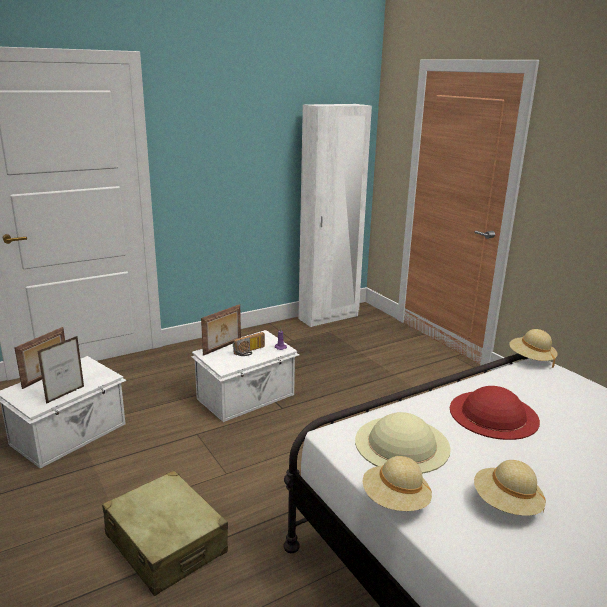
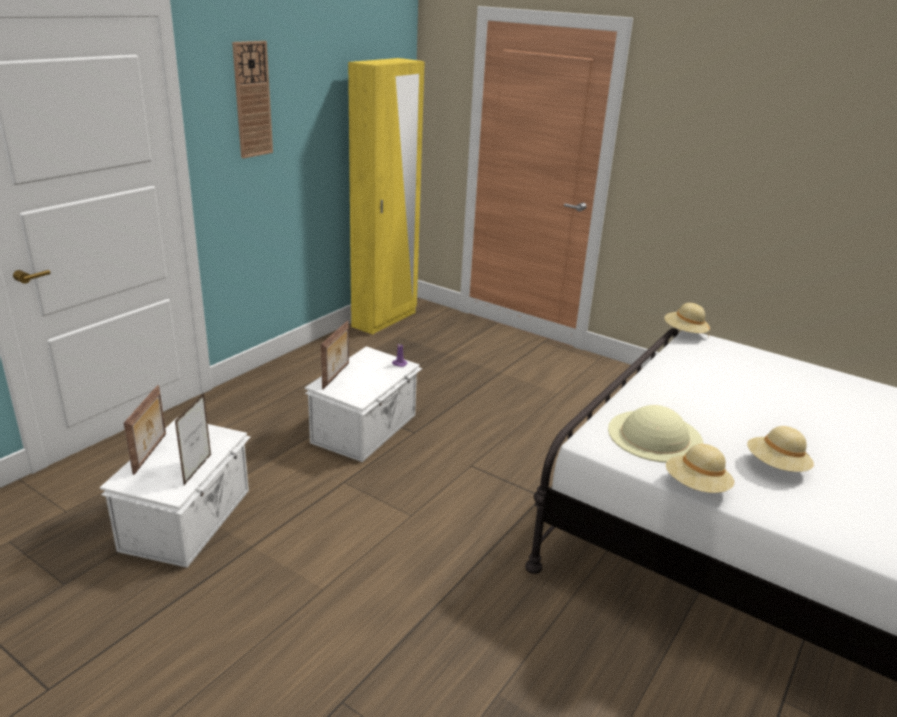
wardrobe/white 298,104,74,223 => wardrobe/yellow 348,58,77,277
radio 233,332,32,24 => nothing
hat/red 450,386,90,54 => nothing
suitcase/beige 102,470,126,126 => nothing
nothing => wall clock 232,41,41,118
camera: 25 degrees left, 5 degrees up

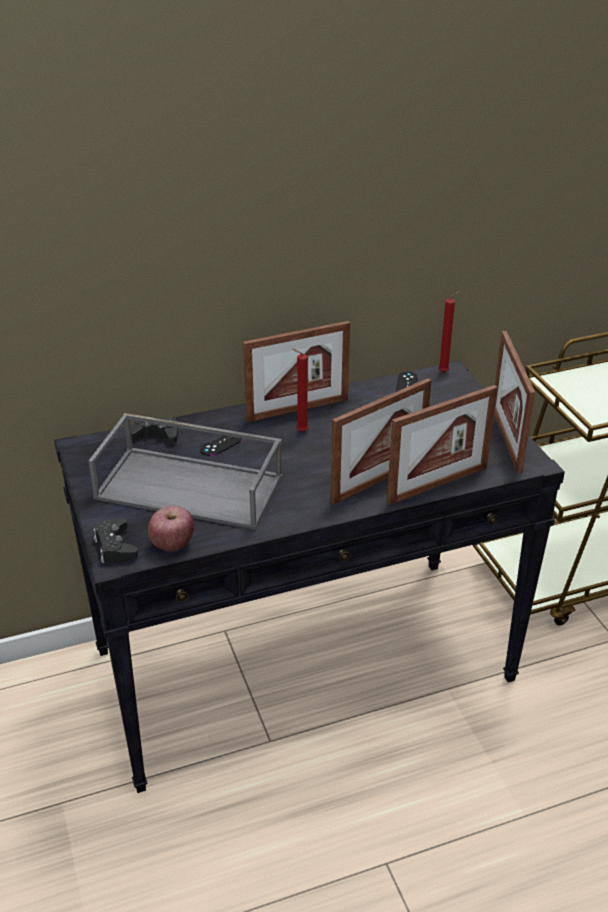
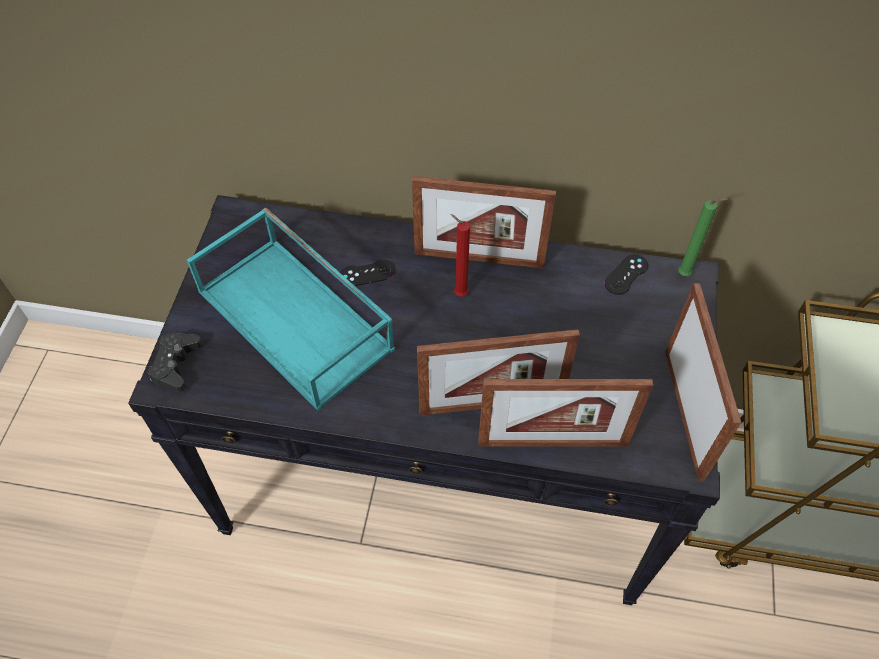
candle/red 438,291,23,82 => candle/green 678,198,50,78
picture frame 494,331,41,142 => picture frame 665,283,76,198, 150 degrees clockwise
tray/grey 88,413,194,117 => tray/turquoise 187,207,208,204
game controller/black 131,415,47,29 => nothing
apple 148,506,46,46 => nothing
camera: 30 degrees right, 20 degrees up

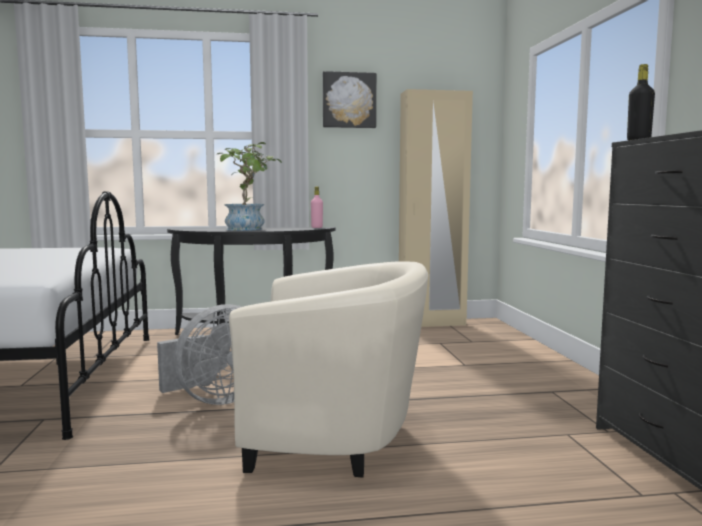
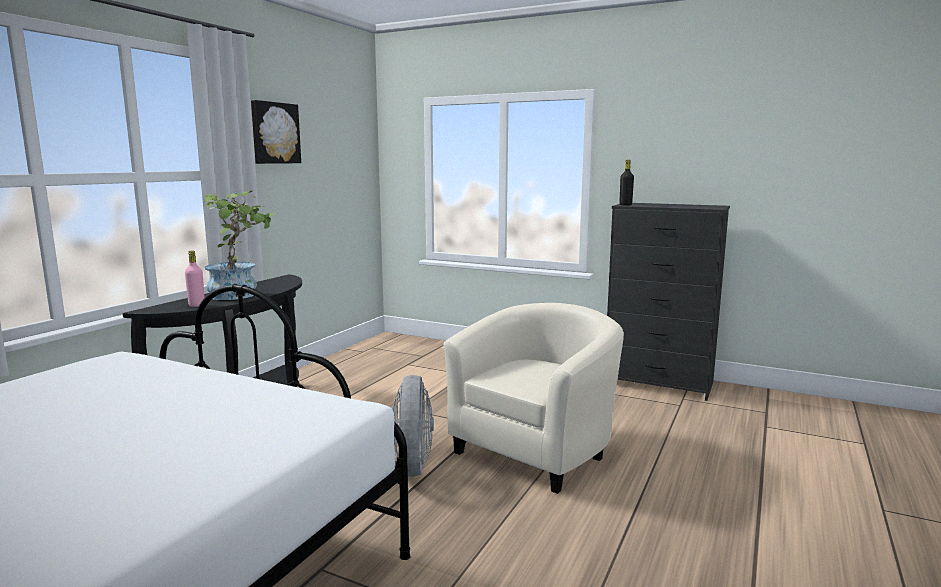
wardrobe/beige 399,89,74,238 => nothing
bottle/pink 311,186,12,42 => bottle/pink 185,251,20,56, move
camera: 55 degrees left, 5 degrees up

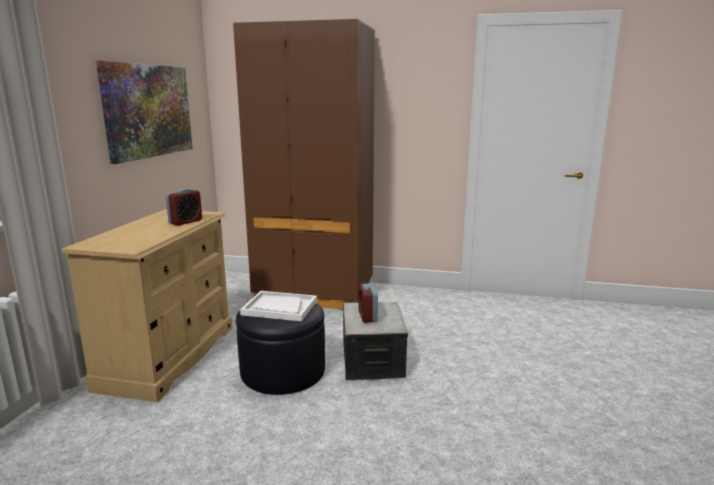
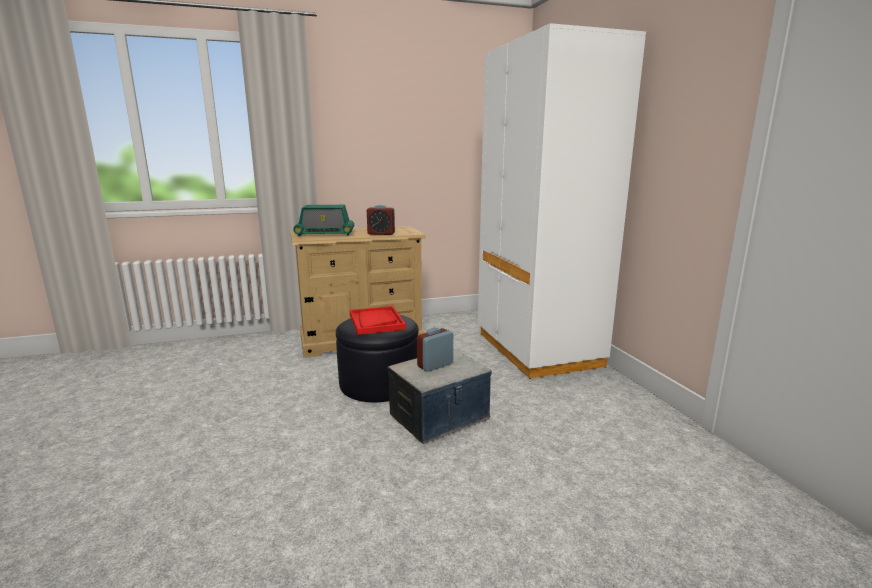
wardrobe/brown 233,19,142,290 => wardrobe/white 478,23,168,356
picture 96,60,97,104 => nothing
tray/white 240,291,77,31 => tray/red 350,306,56,29
nothing => radio 293,205,61,31
camera: 60 degrees right, 0 degrees up

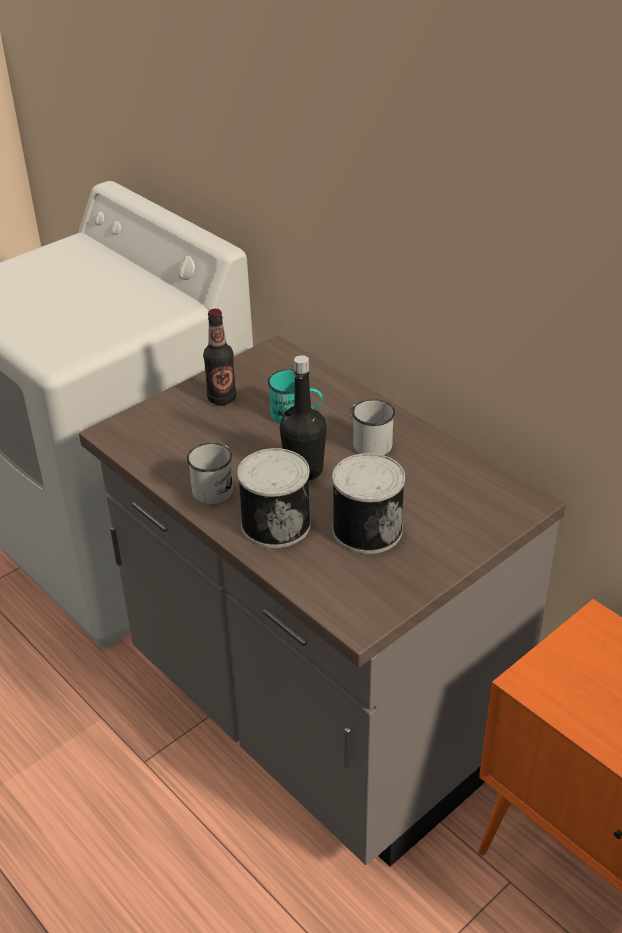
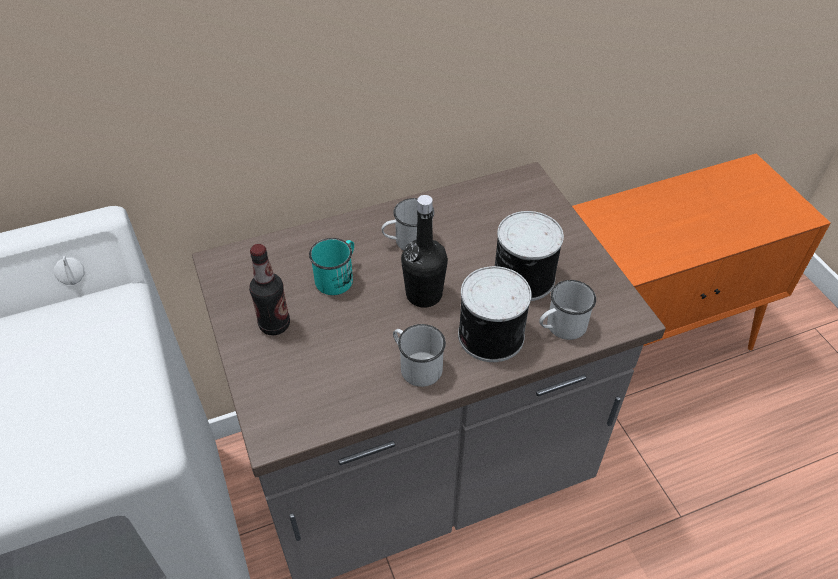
nothing => mug/white 539,280,57,60
camera: 70 degrees left, 10 degrees up

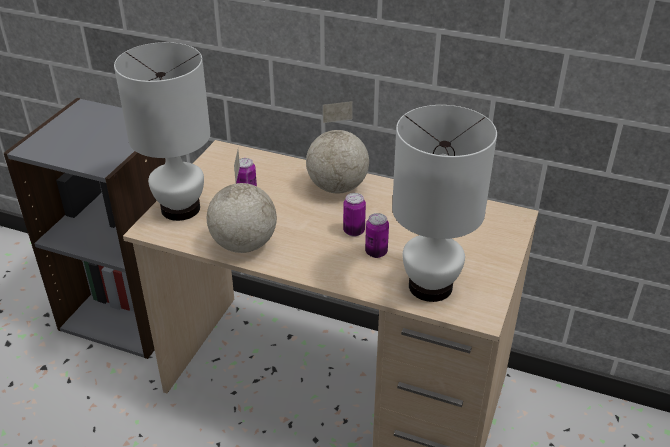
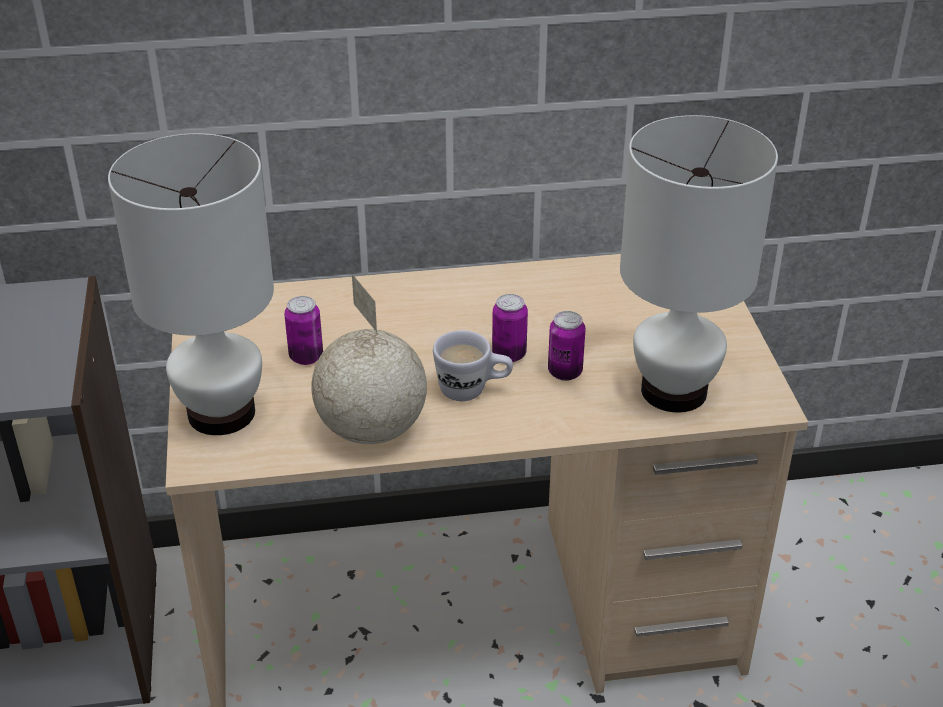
globe 306,101,63,92 => nothing
nothing => mug/white 433,330,80,71
camera: 30 degrees left, 0 degrees up

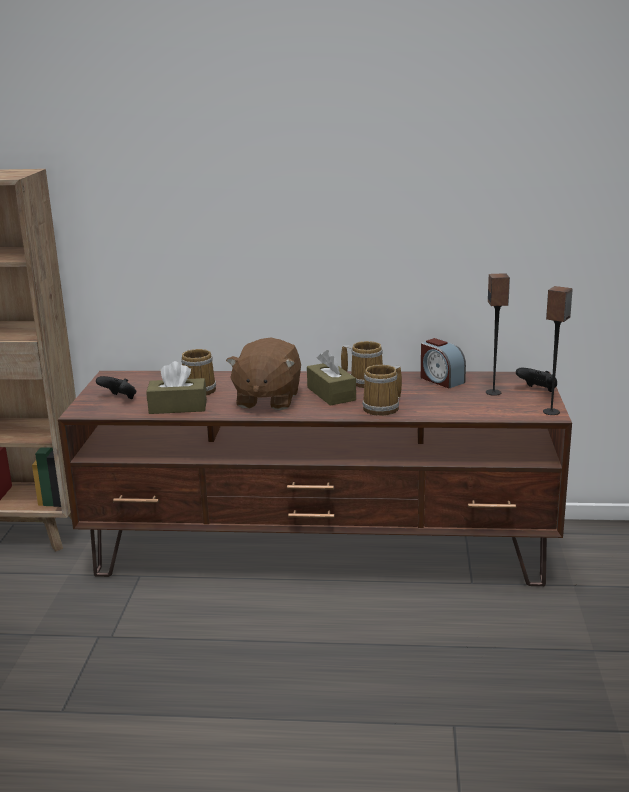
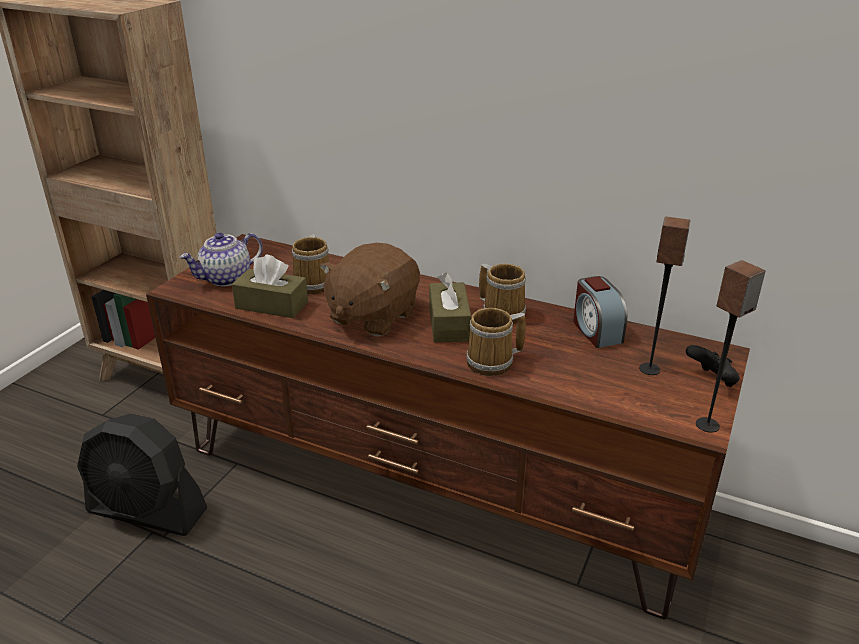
game controller/black 96,376,40,23 => teapot 179,232,84,54
nothing => fan/black 77,414,130,122
camera: 20 degrees right, 10 degrees up

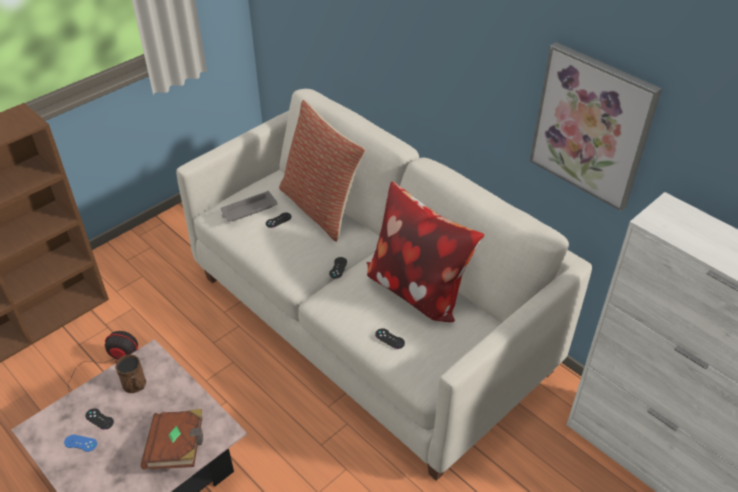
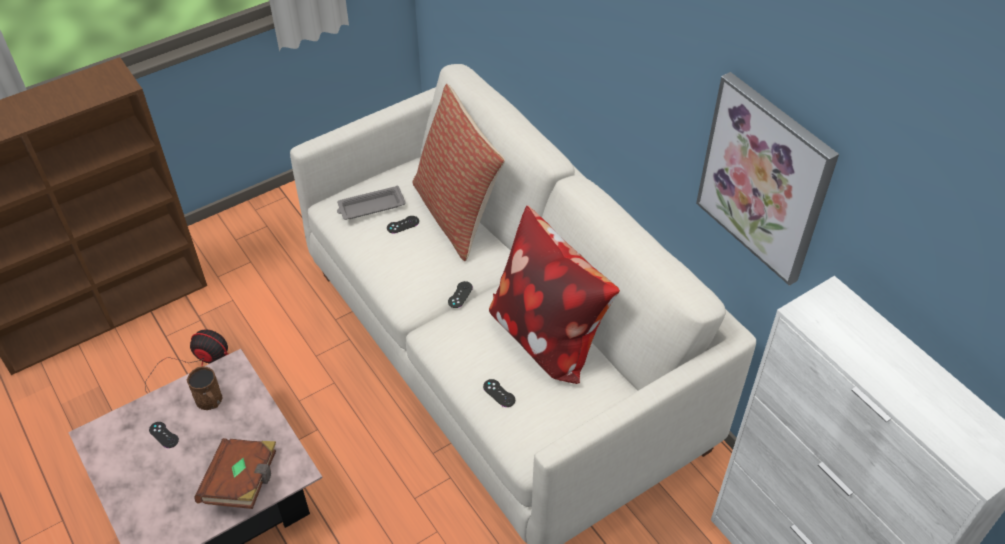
game controller/blue 64,435,33,17 => nothing
camera: 10 degrees right, 5 degrees up

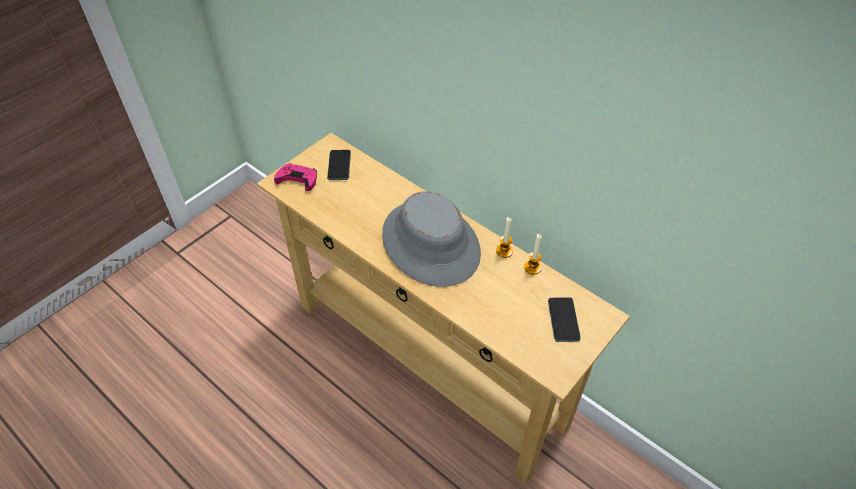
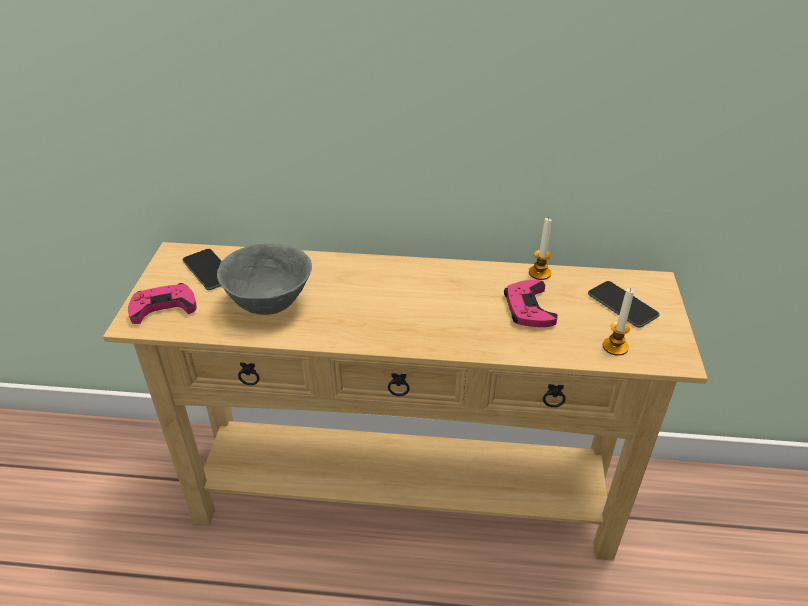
hat/grey 382,191,99,96 => nothing
candle 496,217,17,41 => candle 603,288,31,68, move
nothing => bowl/grey 217,243,95,72
nothing => game controller/pink 504,280,54,47
camera: 35 degrees left, 10 degrees down

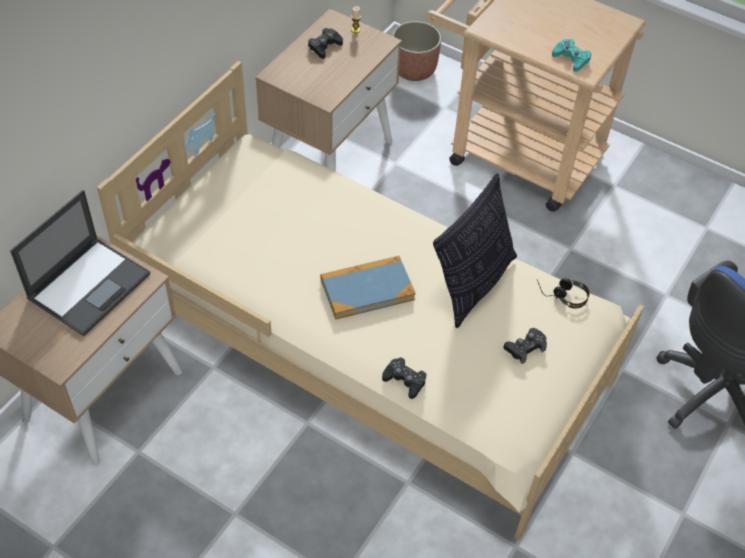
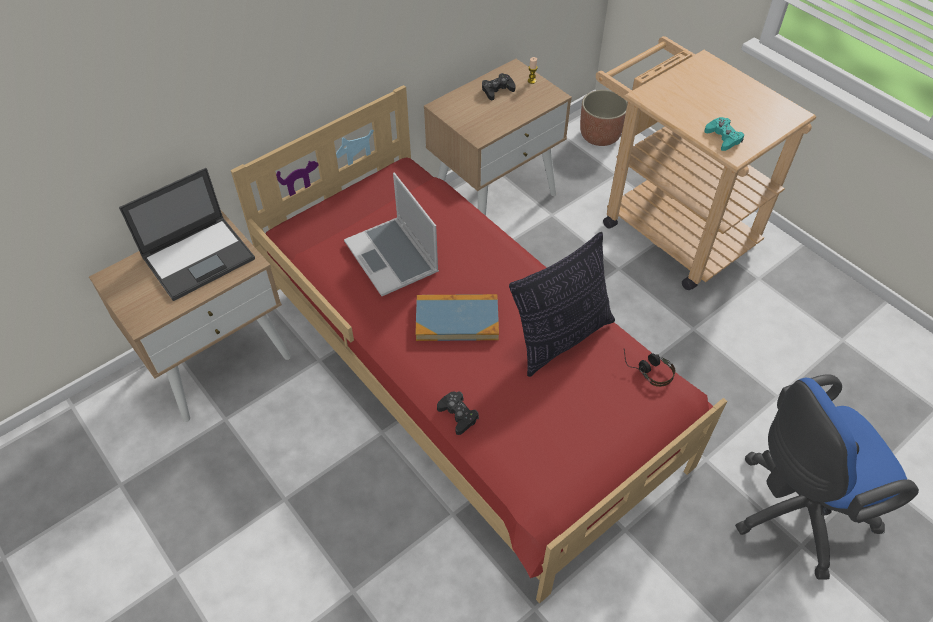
bed/beige 97,61,547,480 => bed/red 231,85,496,519
game controller/black 503,328,44,36 => nothing
nothing => laptop 344,173,95,123
camera: 20 degrees right, 0 degrees up

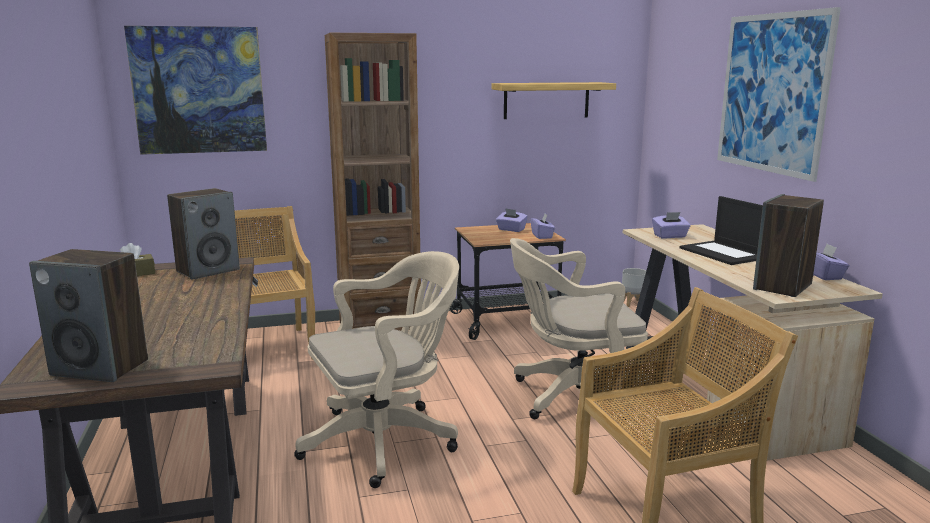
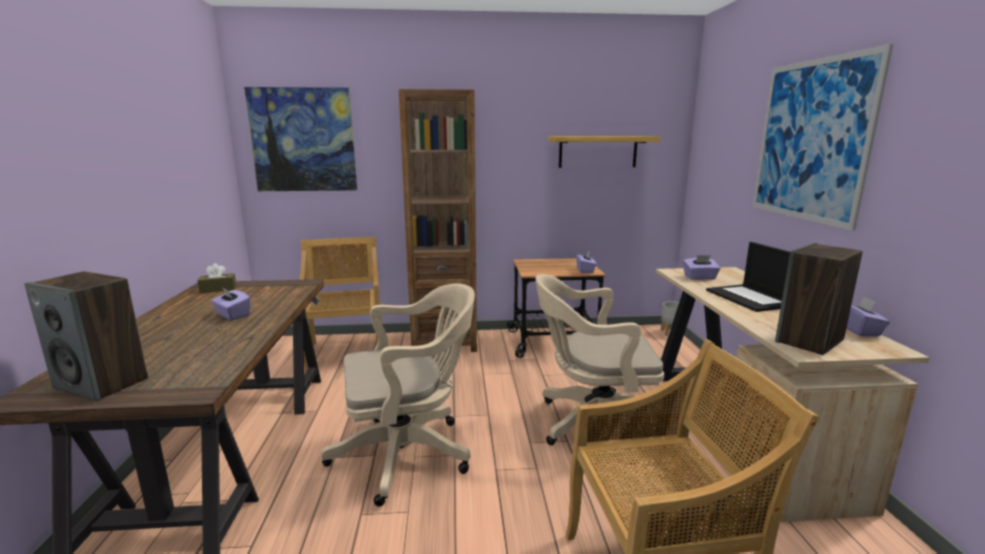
speaker 167,188,73,92 => nothing
tissue box/purple 496,208,32,24 => tissue box/purple 211,287,40,33, move
camera: 10 degrees right, 0 degrees up

